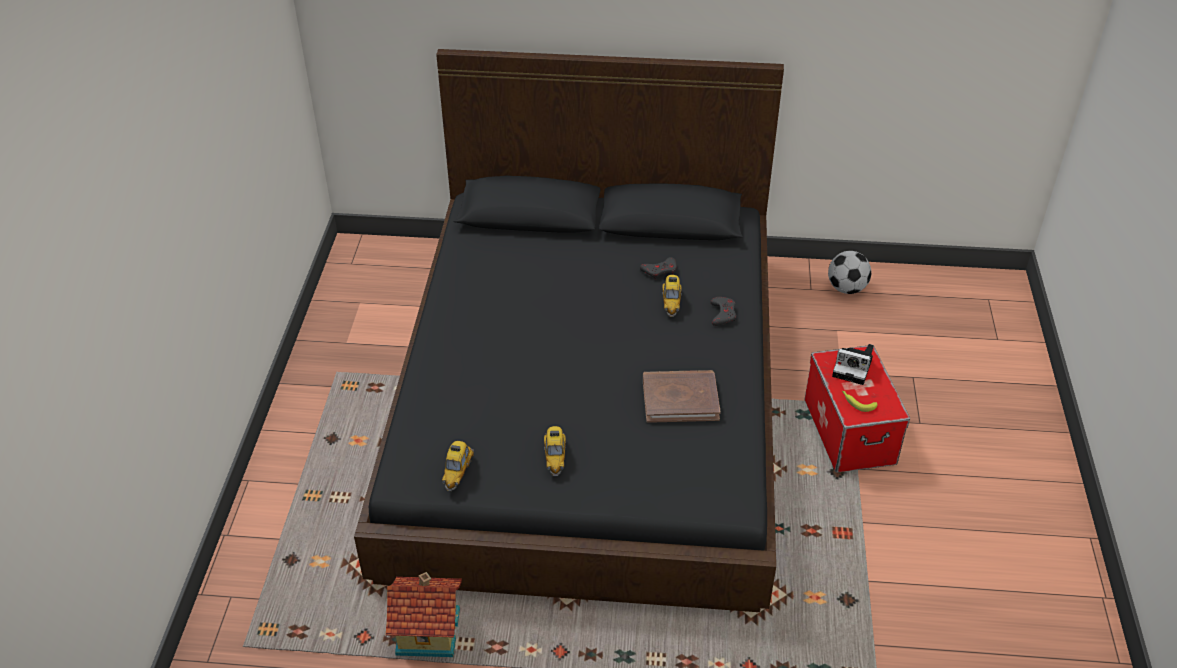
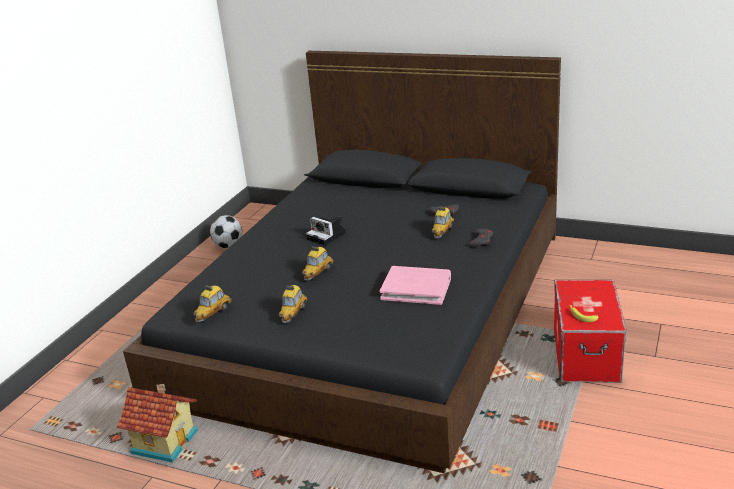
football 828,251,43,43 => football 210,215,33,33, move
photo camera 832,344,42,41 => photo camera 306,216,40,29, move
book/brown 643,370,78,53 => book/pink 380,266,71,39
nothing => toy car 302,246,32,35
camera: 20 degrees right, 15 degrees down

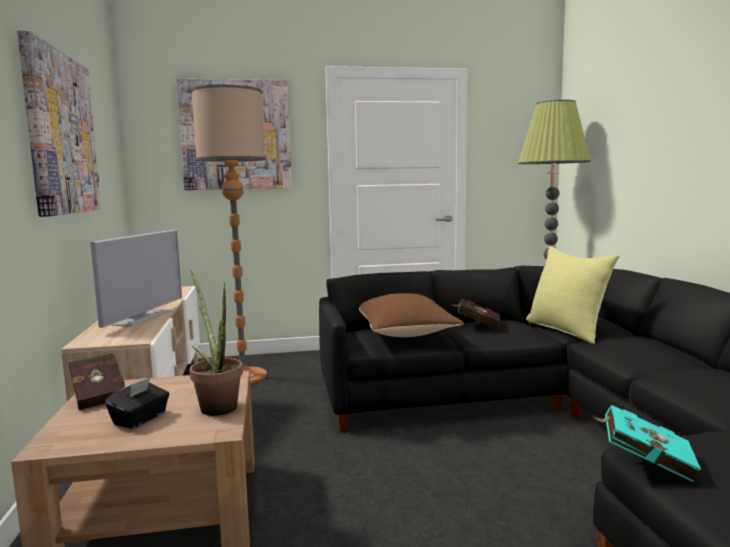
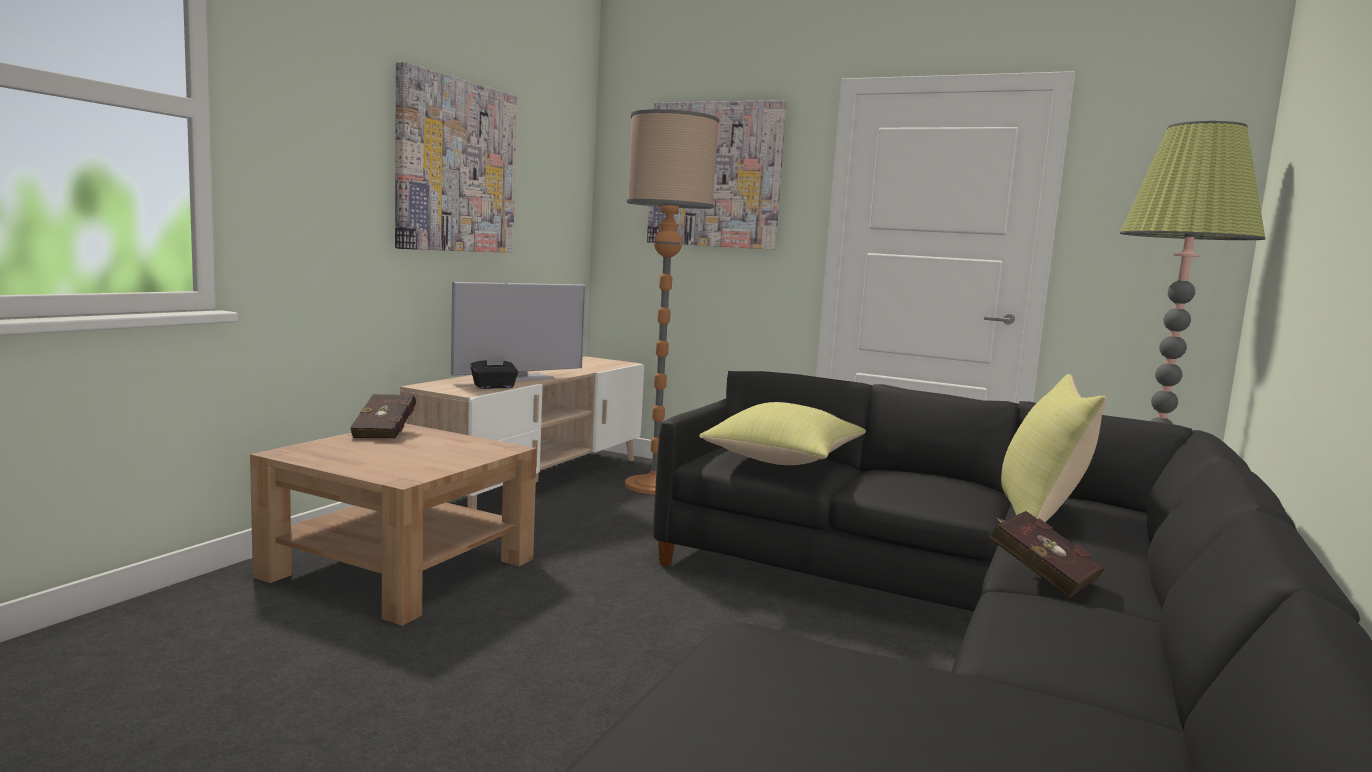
potted plant 189,271,54,145 => nothing
pillow/brown 359,293,105,44 => pillow/yellow 699,402,167,63
book/red 452,298,49,32 => book/red 989,511,116,87, move
tissue box/black 105,378,64,51 => tissue box/black 470,355,49,34, move
book/turquoise 593,405,109,77 => nothing
camera: 35 degrees right, 0 degrees up

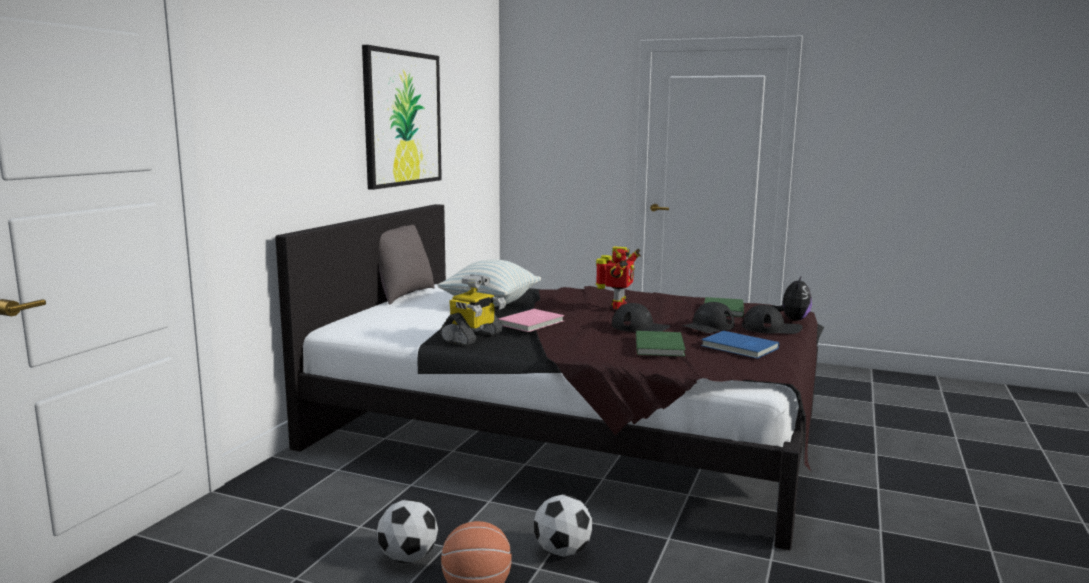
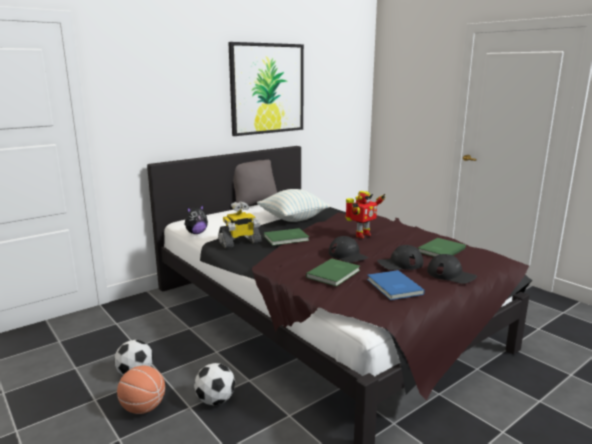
plush toy 773,277,39,44 => plush toy 184,204,24,30, move
book/pink 498,309,67,23 => book/green 264,228,46,17
camera: 30 degrees right, 5 degrees up

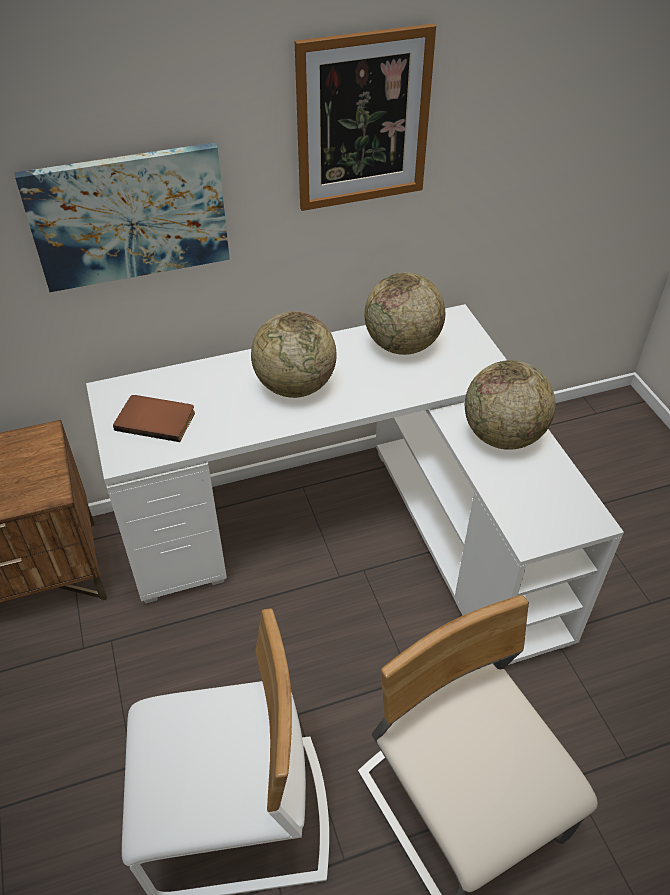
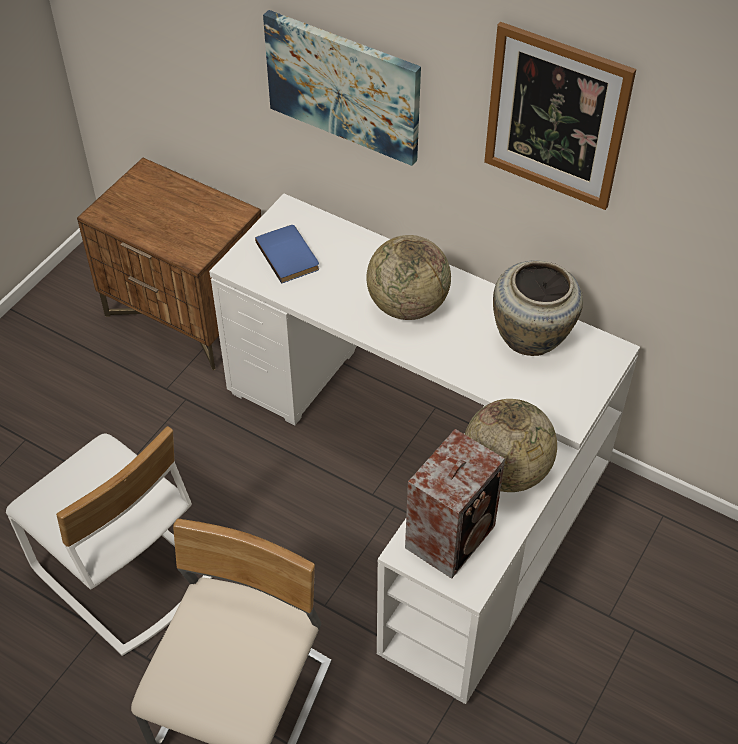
globe 364,272,81,83 => vase/beige 493,260,90,96
book/brown 113,395,82,47 => book/blue 255,225,64,59
nothing => speaker 405,429,100,150
camera: 50 degrees right, 5 degrees up

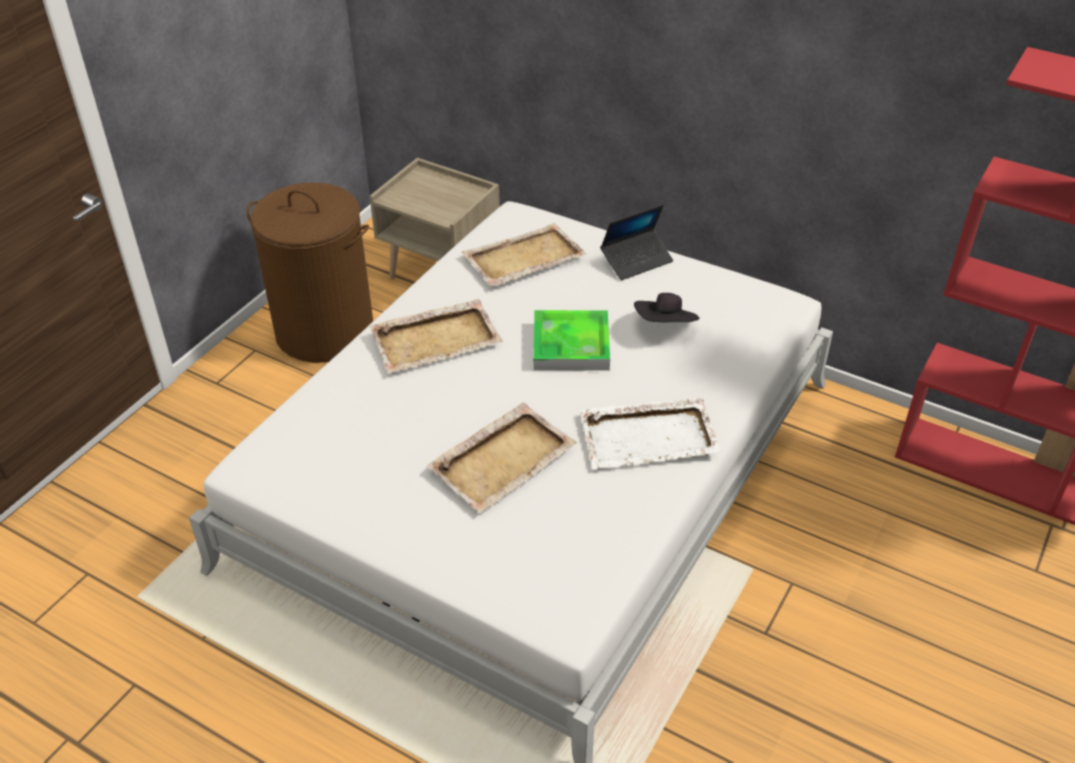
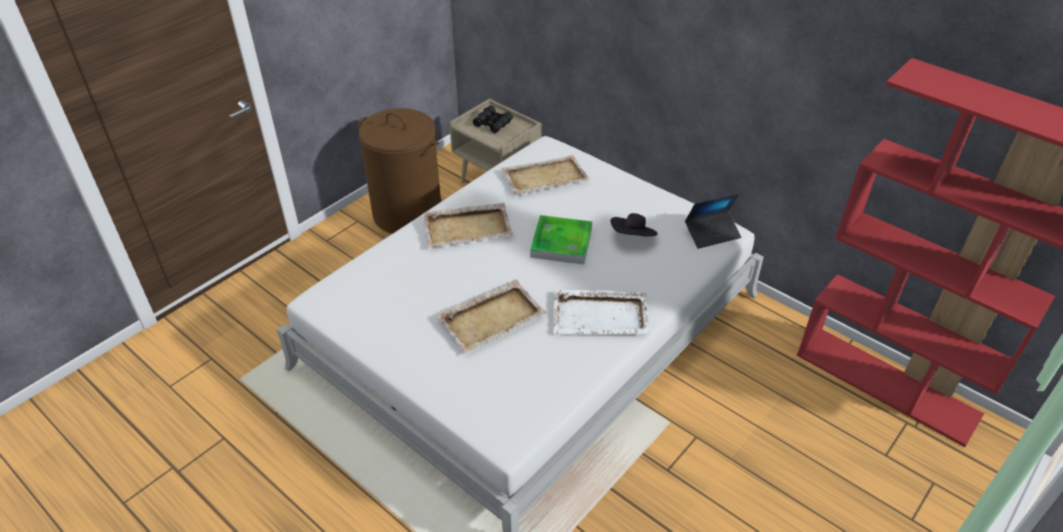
laptop 600,205,73,75 => laptop 685,194,56,55, move
nothing => binoculars/black 473,105,40,28
camera: 10 degrees right, 0 degrees up

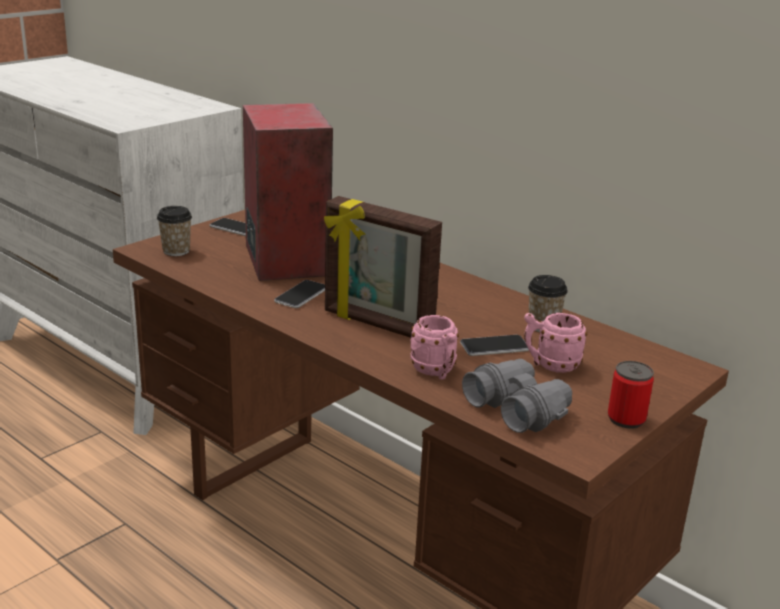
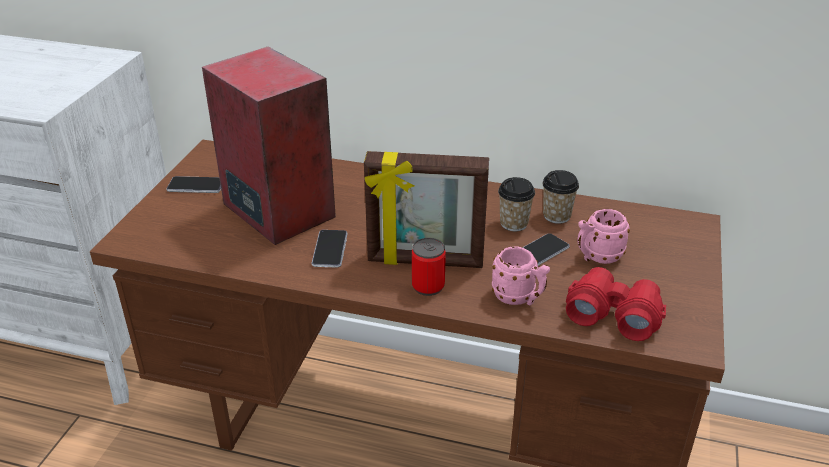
cup 157,206,35,50 => cup 498,177,37,54, move
binoculars/grey 462,359,110,74 => binoculars/red 566,267,100,74
can 608,361,46,68 => can 412,238,34,58, move
camera: 25 degrees left, 10 degrees up

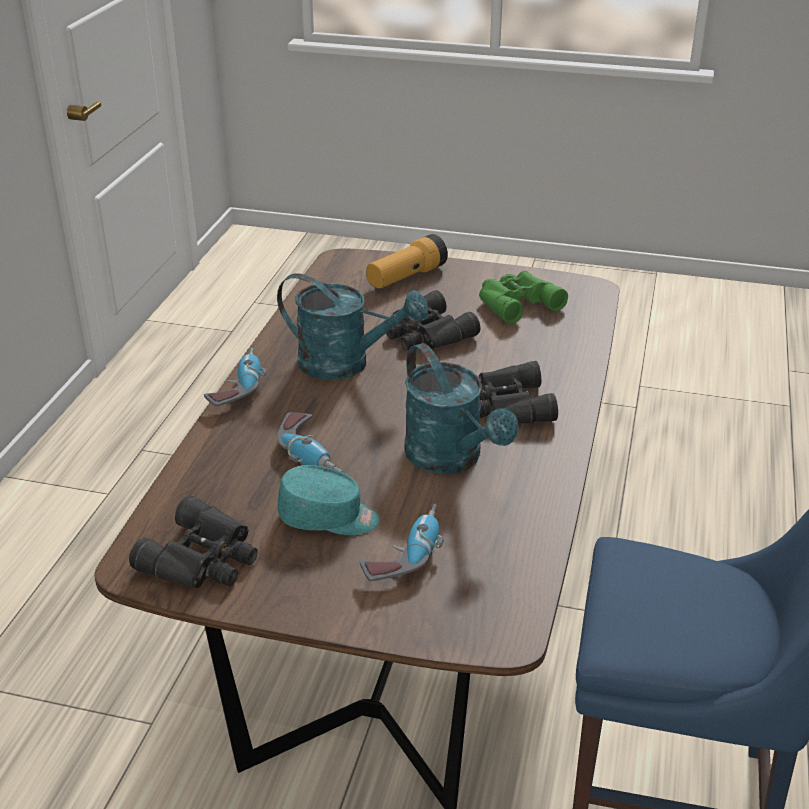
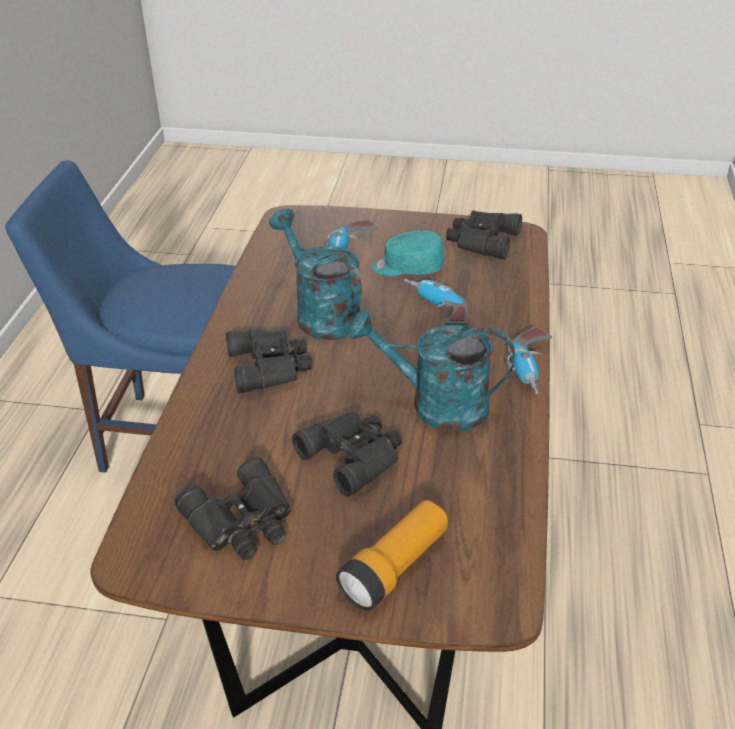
binoculars/green 479,271,89,53 => binoculars/black 174,457,117,103
camera: 175 degrees right, 5 degrees up

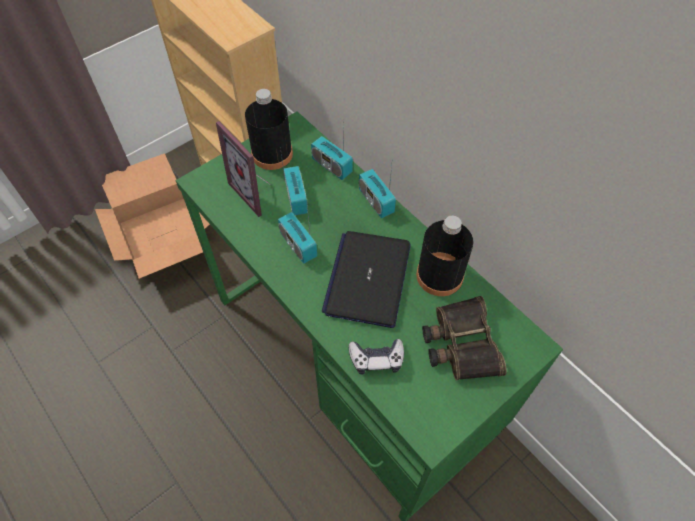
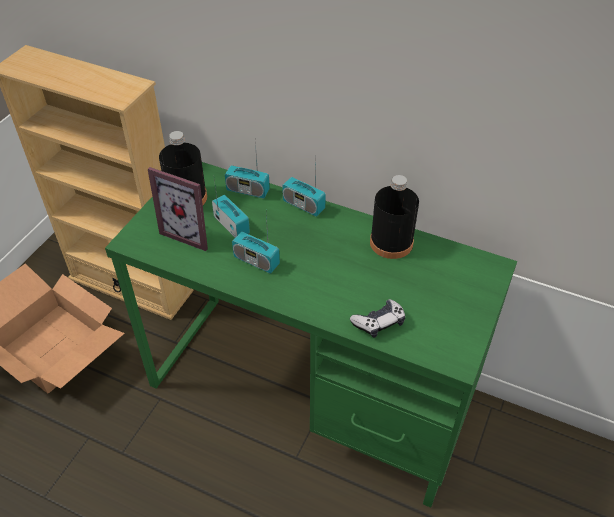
laptop 322,231,89,97 => nothing
binoculars 422,296,85,84 => nothing
camera: 25 degrees left, 10 degrees down

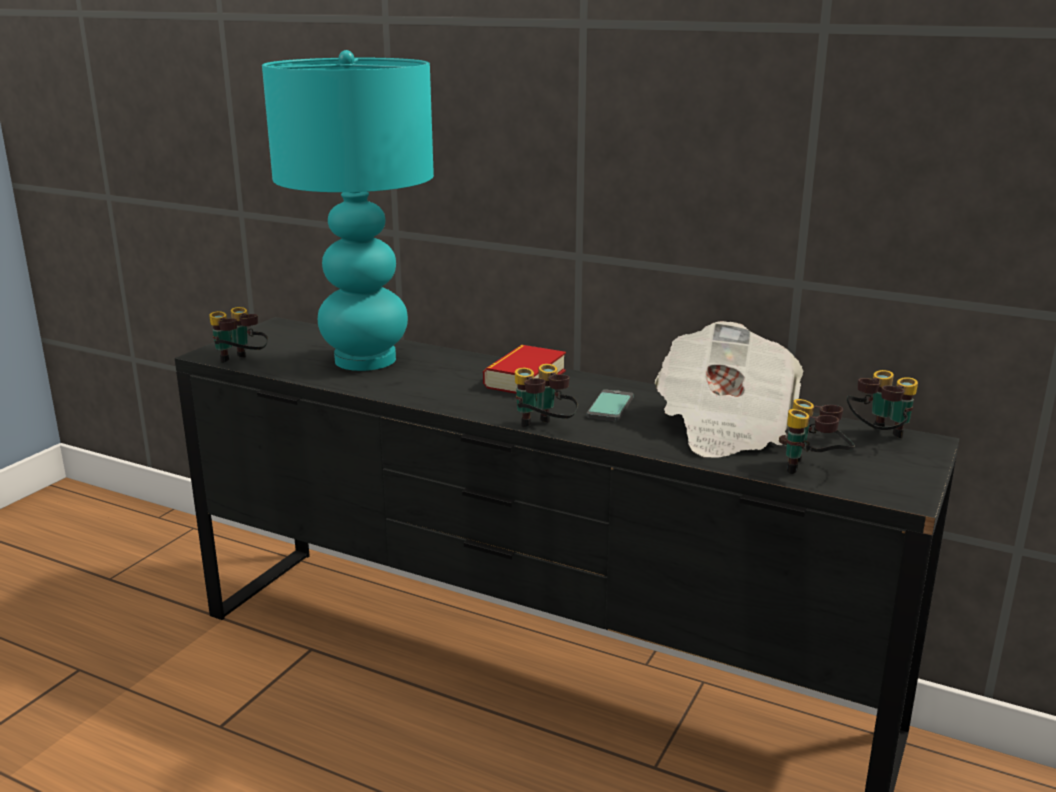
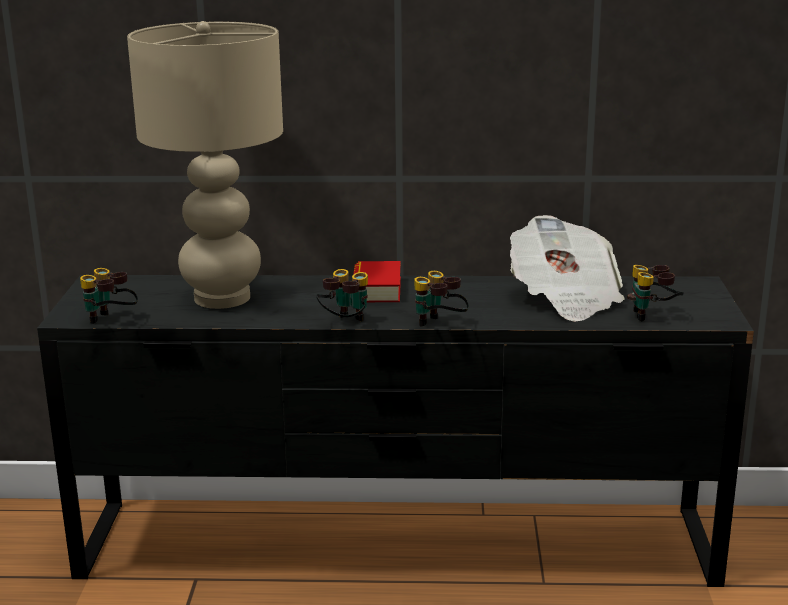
table lamp/turquoise 262,50,172,321 => table lamp/beige 127,21,156,288
binoculars 847,370,71,68 => binoculars 316,269,52,52, move
phone 587,389,46,32 => nothing
camera: 25 degrees left, 0 degrees up

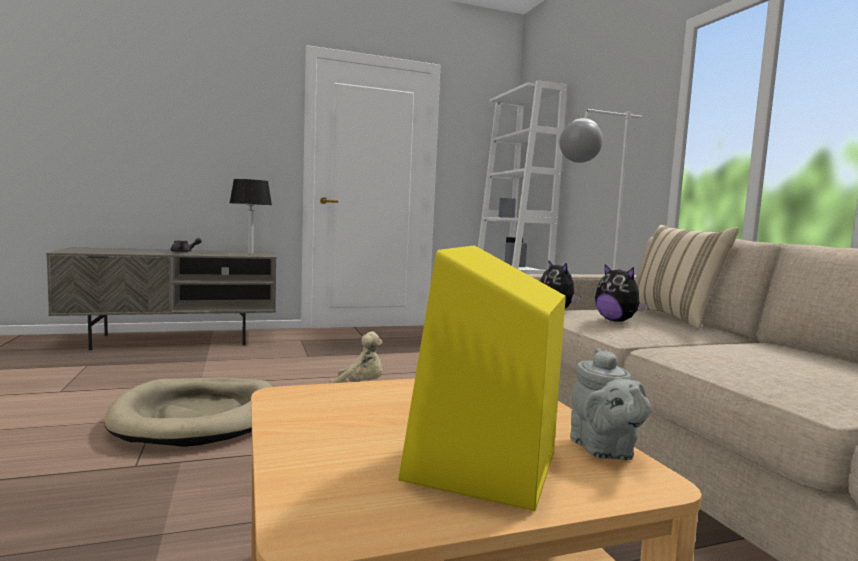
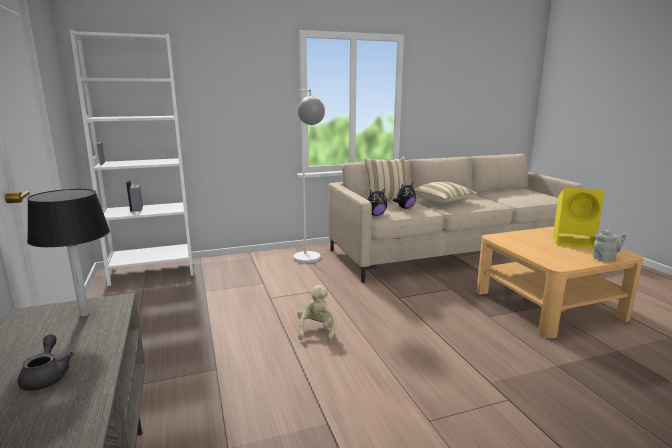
teapot/grey 570,348,81,113 => teapot/grey 593,229,33,33, move
dog bed/beige 104,378,169,69 => nothing
nothing => pillow/beige 414,181,64,21
camera: 90 degrees left, 10 degrees up

